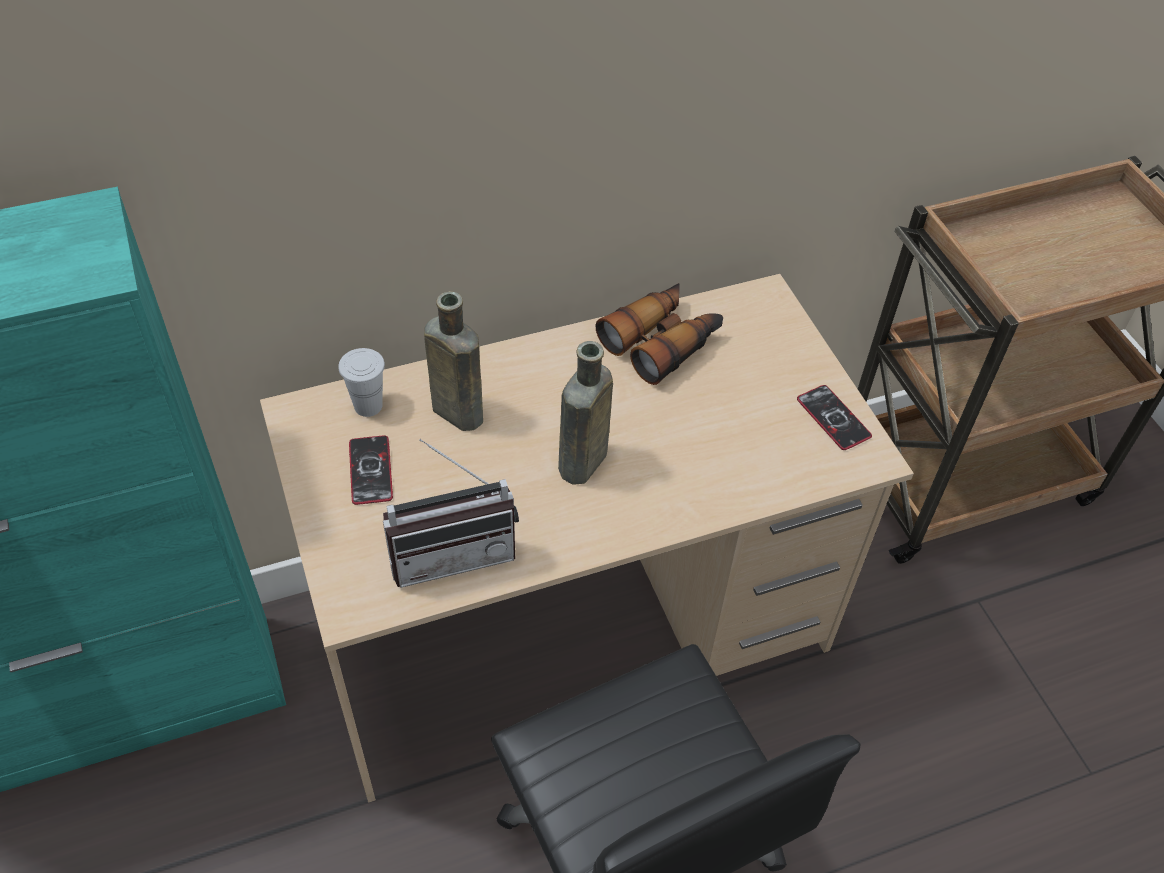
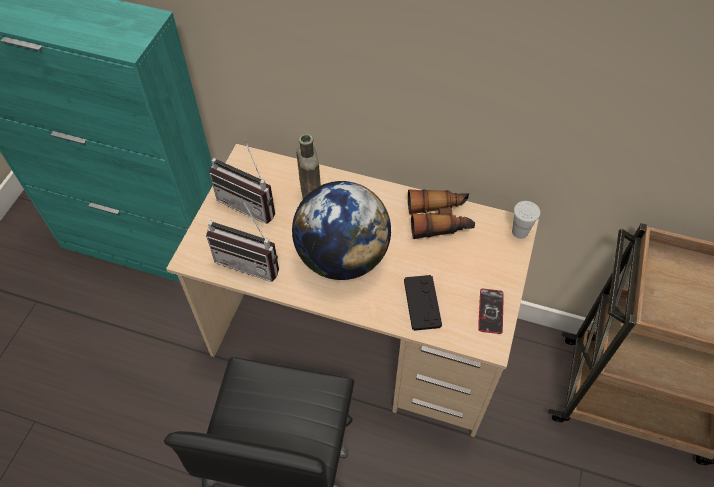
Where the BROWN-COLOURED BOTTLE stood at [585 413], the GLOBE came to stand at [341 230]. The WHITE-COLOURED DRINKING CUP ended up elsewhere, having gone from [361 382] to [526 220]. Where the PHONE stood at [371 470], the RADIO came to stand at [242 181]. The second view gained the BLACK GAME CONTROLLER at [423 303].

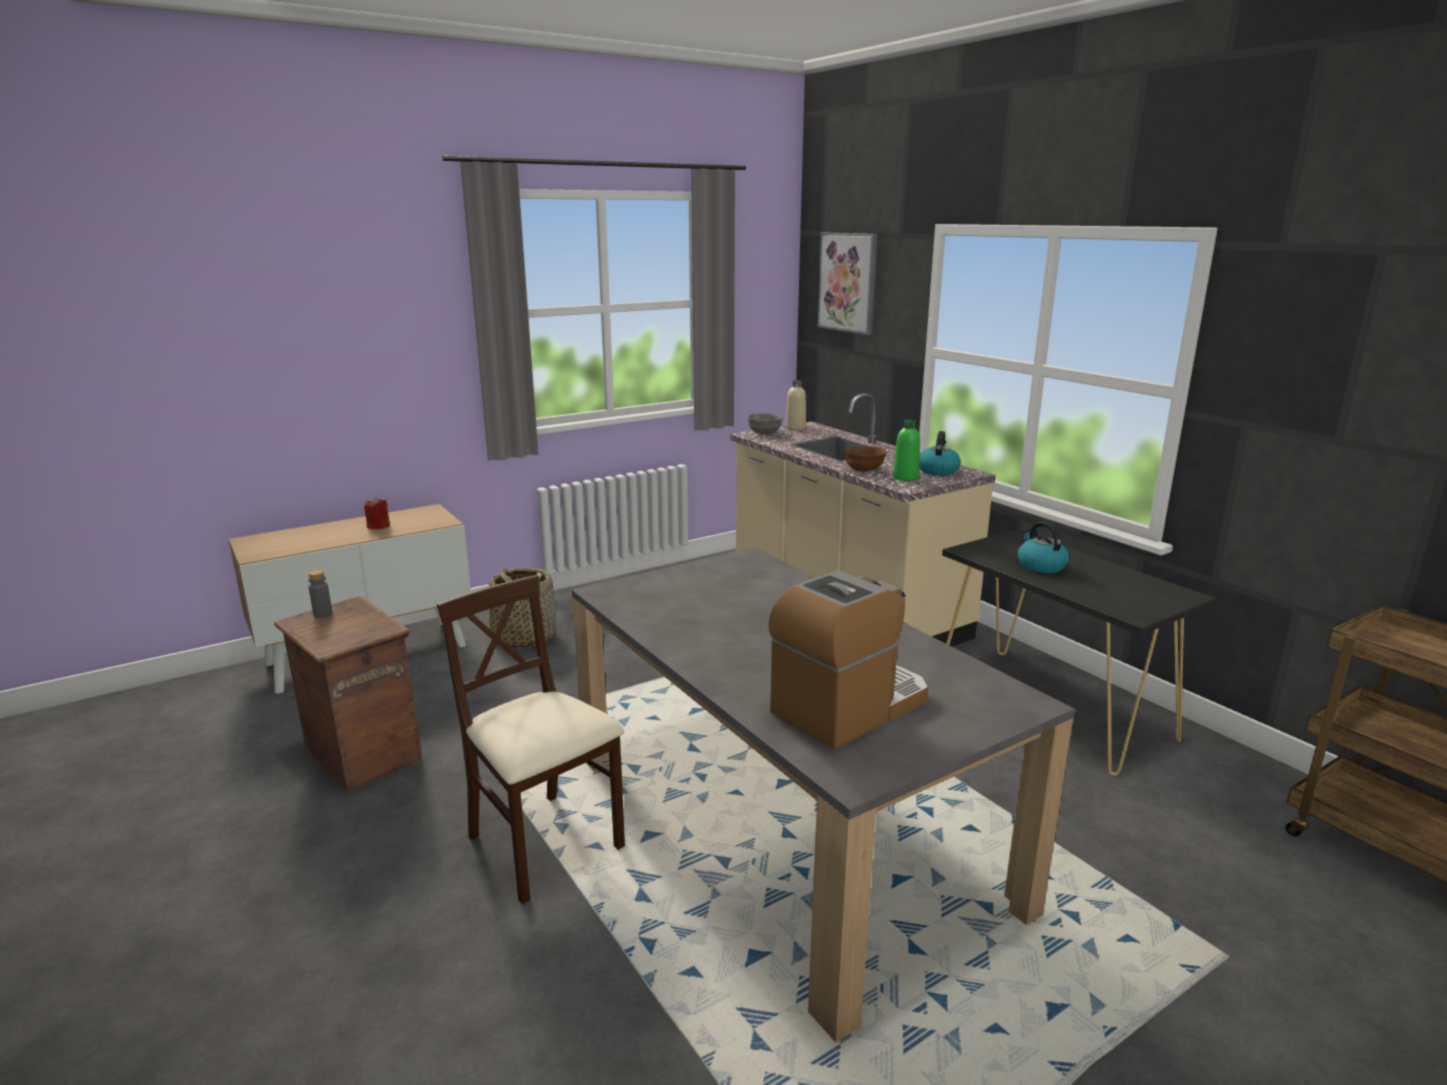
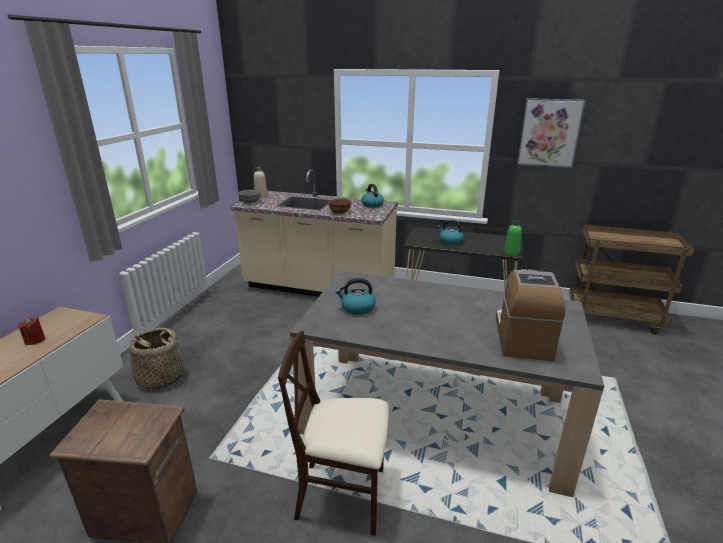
The PICTURE ended up elsewhere, having gone from [848 284] to [551 133]. The GREEN-COLOURED BOTTLE ended up elsewhere, having gone from [906 450] to [513 237]. The second view lost the GRAY BOTTLE at [320 594]. The second view gained the KETTLE at [356 296].

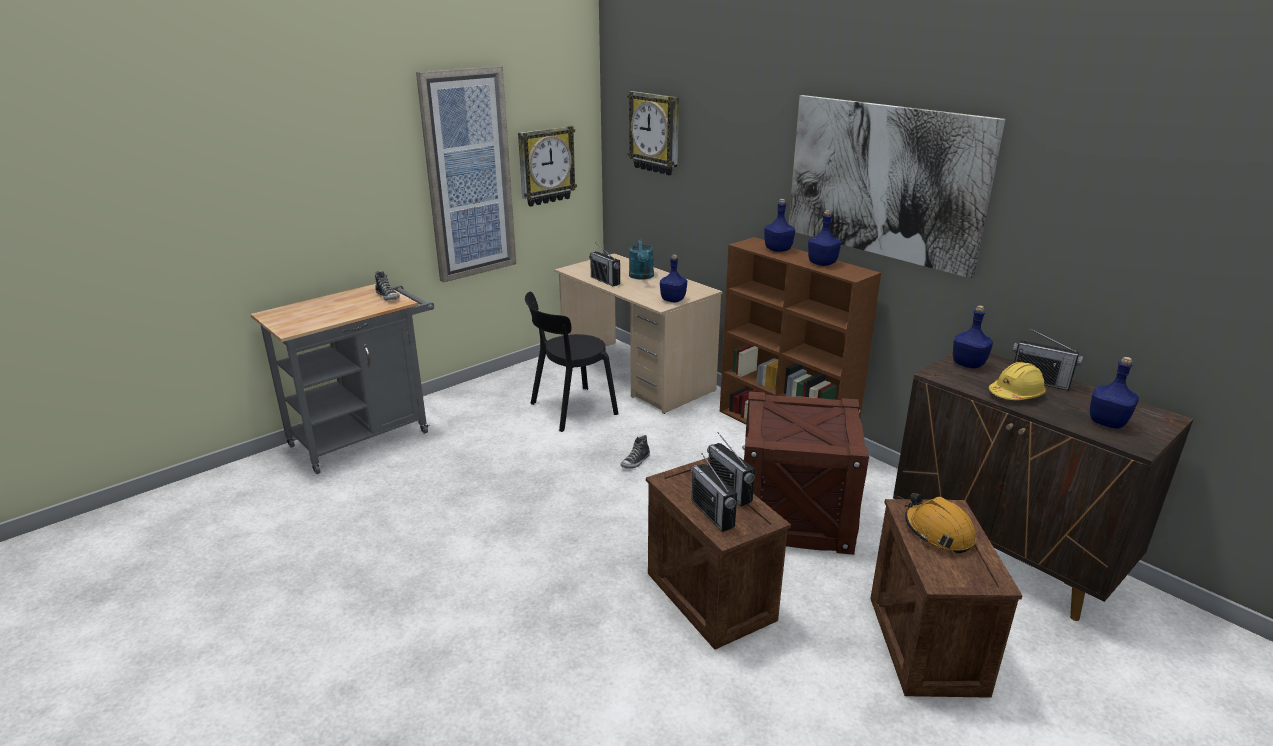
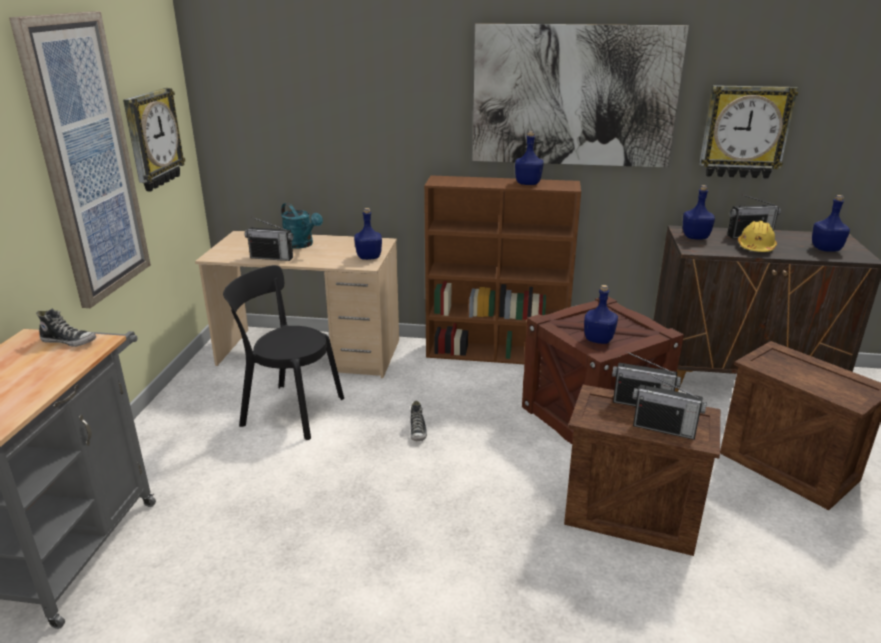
The HANGING CLOCK ended up elsewhere, having gone from [653 133] to [748 132]. The BLUISH BOTTLE ended up elsewhere, having gone from [779 225] to [601 314]. The BLACK CHAIR at [572 362] ended up facing another way, 90 degrees clockwise from before. The second view lost the ORANGE SAFETY HELMET at [940 523].

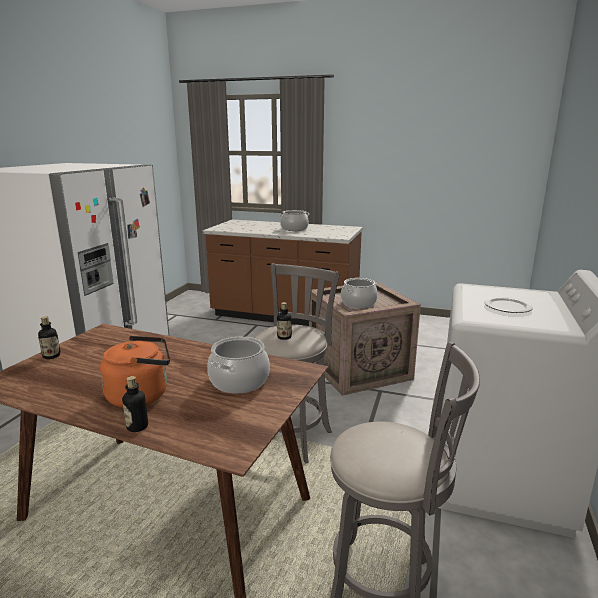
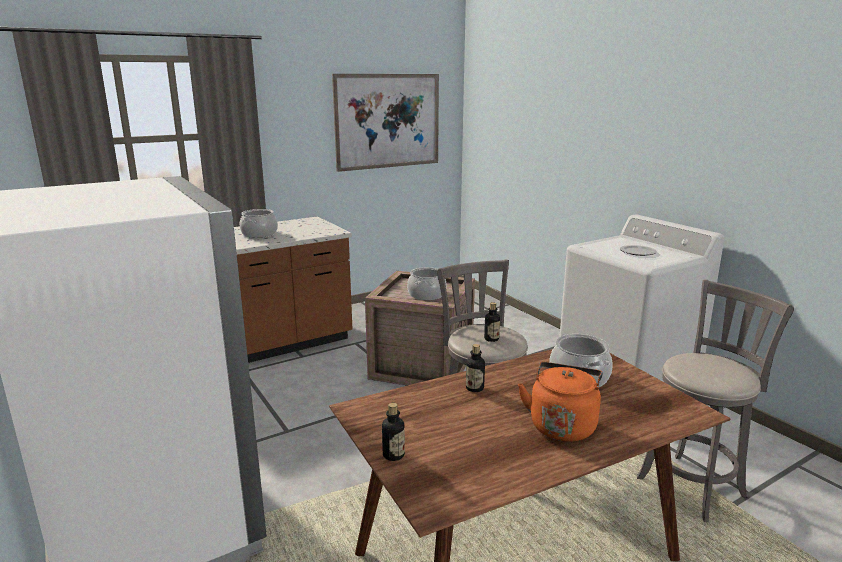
The BOTTLE ended up elsewhere, having gone from [135 404] to [475 368]. The second view gained the PICTURE at [385 123].

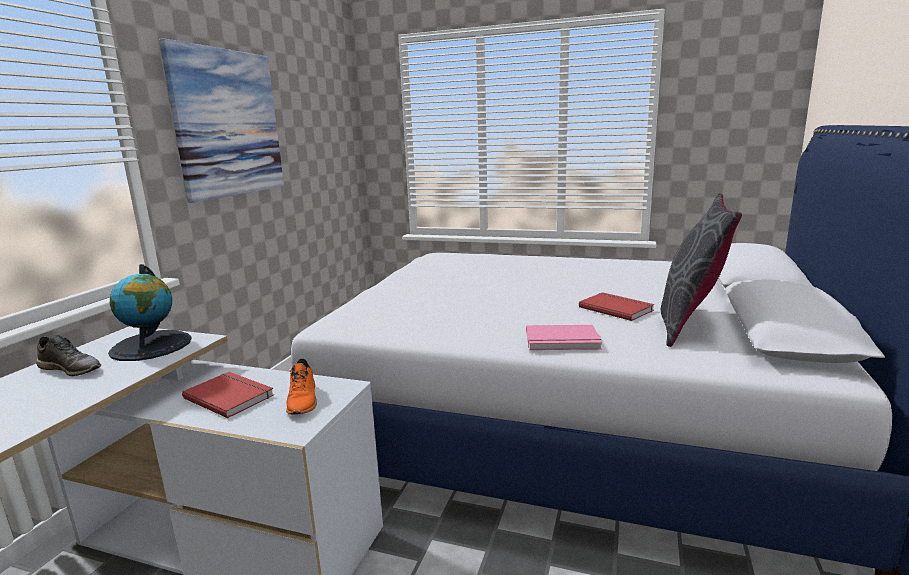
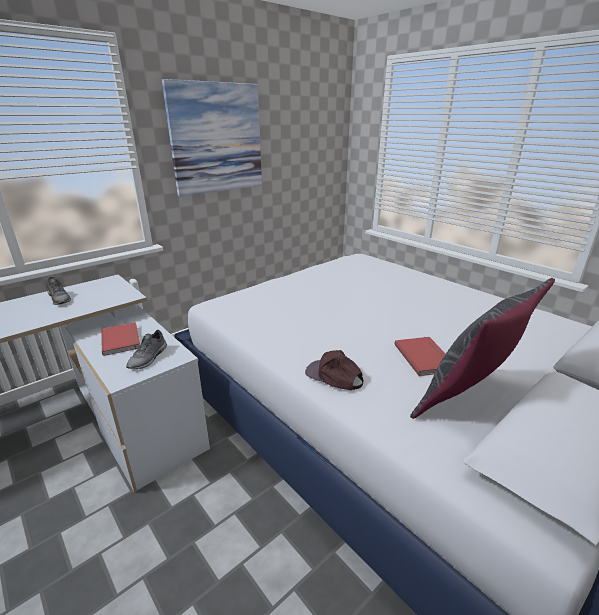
The second view lost the GLOBE at [150 312]. Where the PINK BOUND BOOK stood at [564 337], the BROWN-COLOURED CAP came to stand at [334 370]. What was the ORANGE ITEM OF FOOTWEAR at [301 386] turned into the GRAY ITEM OF FOOTWEAR at [146 349].

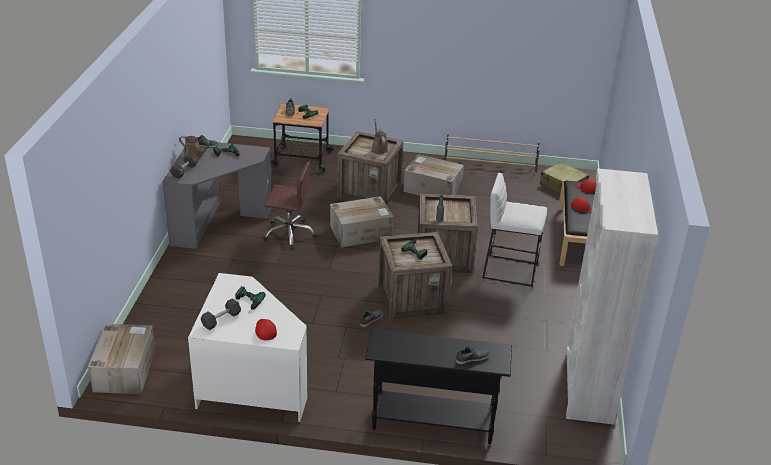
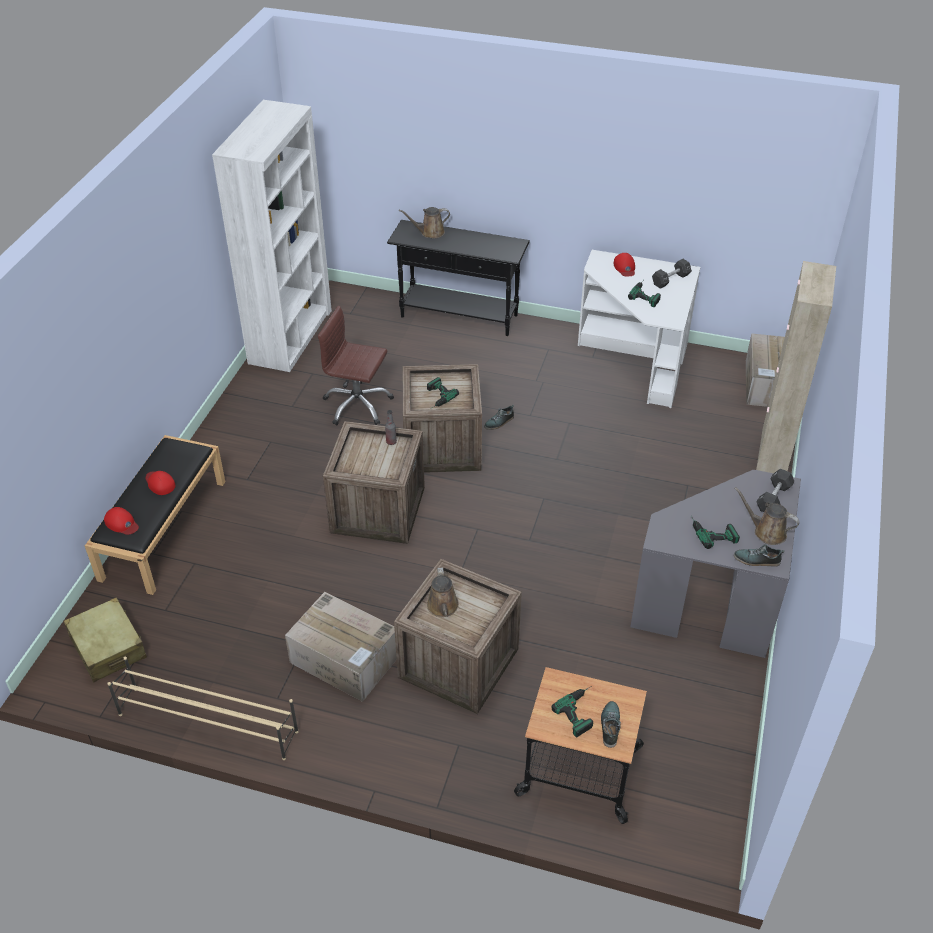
The BROWN-COLOURED OFFICE CHAIR ended up elsewhere, having gone from [290 205] to [356 366]. The second view lost the WHITE-COLOURED STOOL SEAT at [514 230]. The second view lost the CARTON at [362 221]. Where the ITEM OF FOOTWEAR stood at [473 355], the BROWN-COLOURED WATERING POT came to stand at [424 222]. The second view gained the SAND-COLOURED STORAGE CABINET at [796 367].

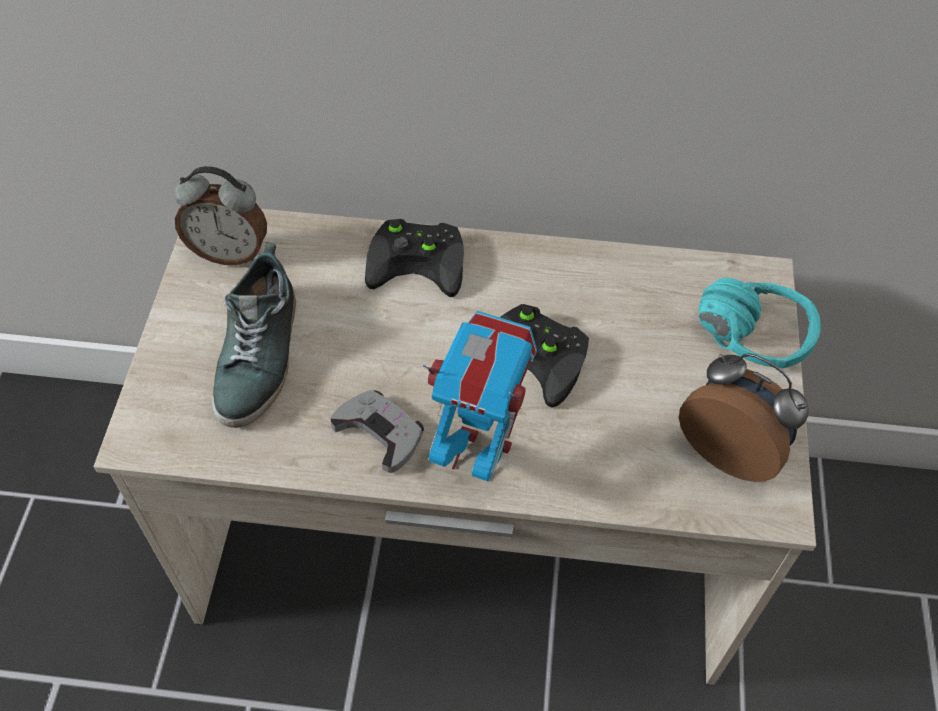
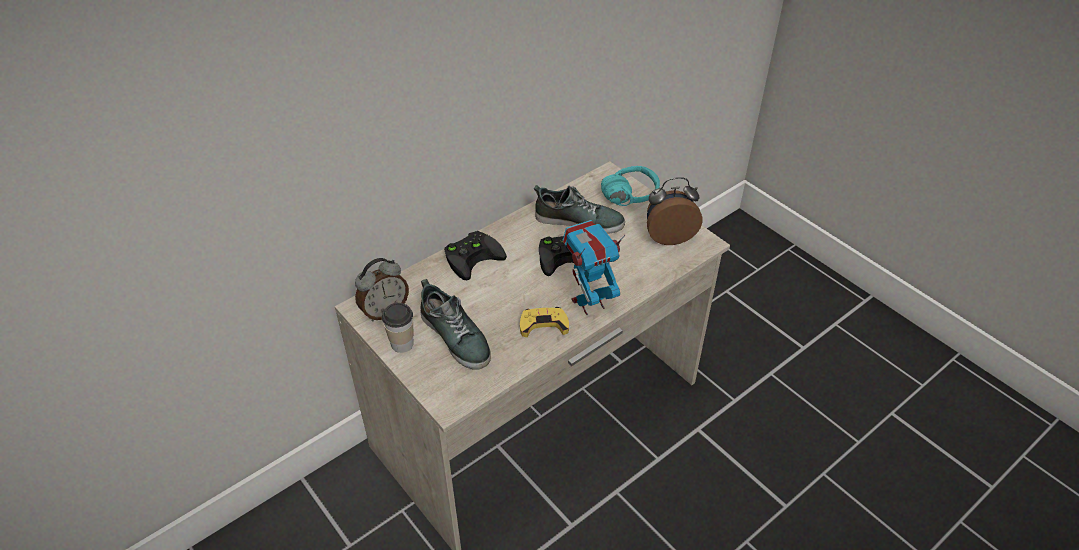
What was the GRAY GAME CONTROLLER at [377 431] turned into the YELLOW-COLOURED GAME CONTROLLER at [544 322]. The second view gained the ITEM OF FOOTWEAR at [579 209]. The second view gained the DRINKING CUP at [398 328].

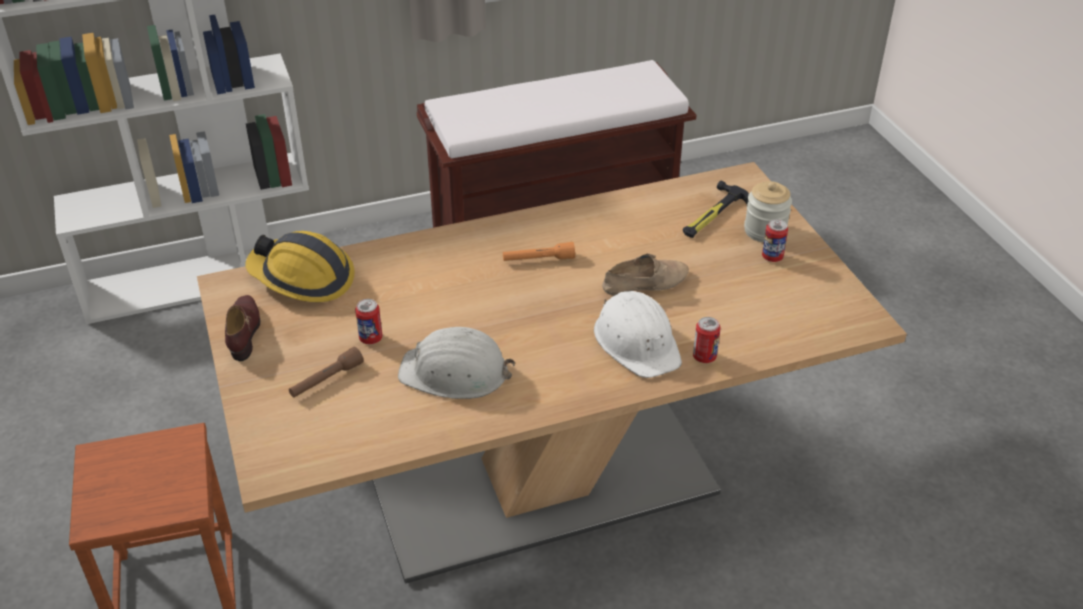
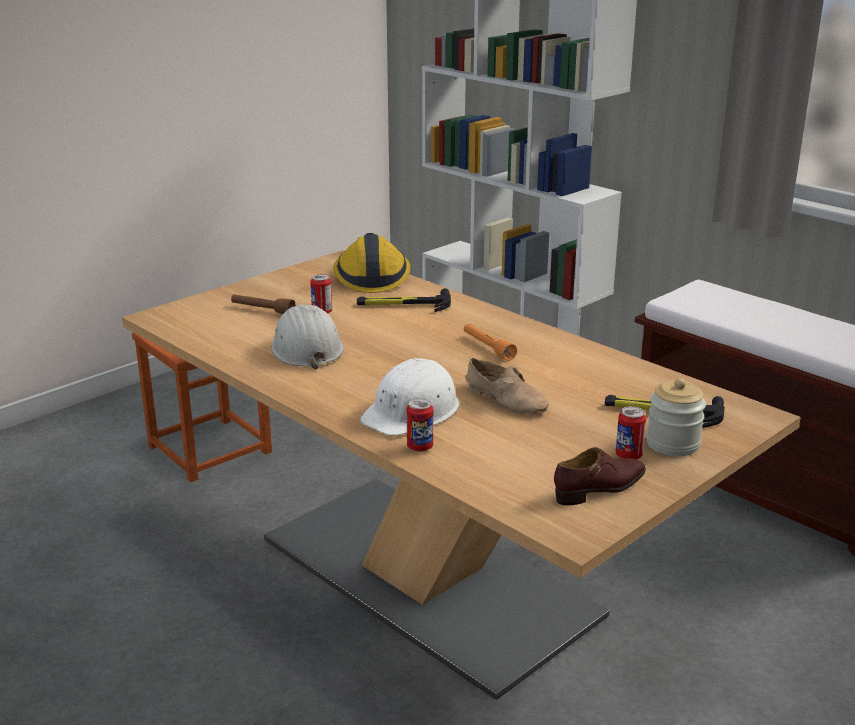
The BROWN-COLOURED ITEM OF FOOTWEAR ended up elsewhere, having gone from [243 328] to [600 476]. The second view gained the TOOL HAMMER at [404 300].

